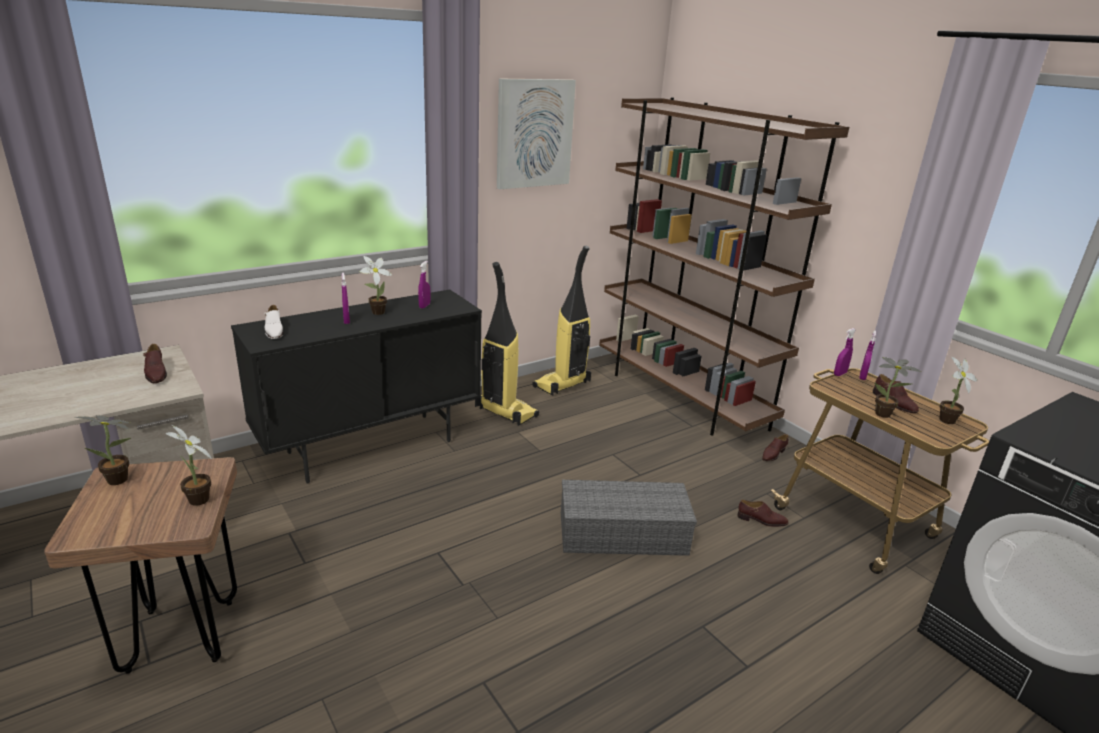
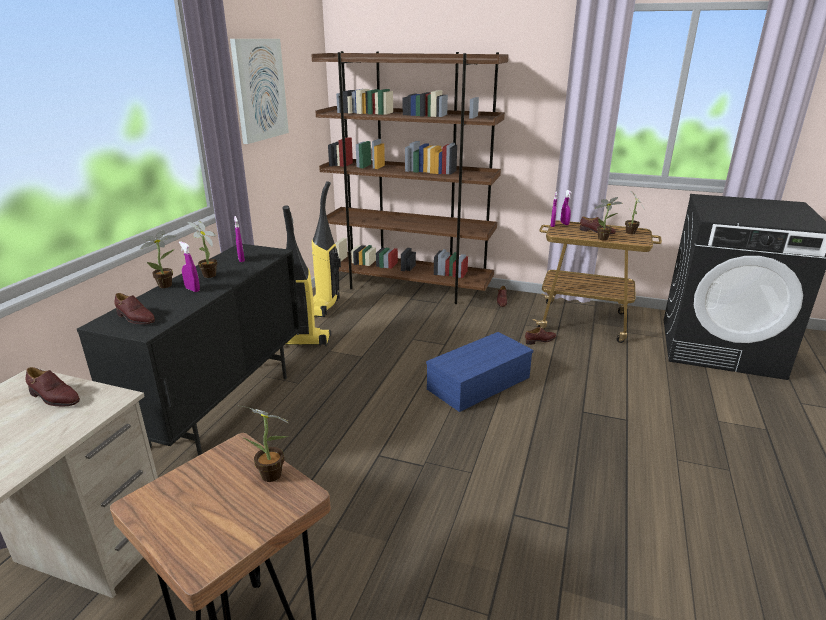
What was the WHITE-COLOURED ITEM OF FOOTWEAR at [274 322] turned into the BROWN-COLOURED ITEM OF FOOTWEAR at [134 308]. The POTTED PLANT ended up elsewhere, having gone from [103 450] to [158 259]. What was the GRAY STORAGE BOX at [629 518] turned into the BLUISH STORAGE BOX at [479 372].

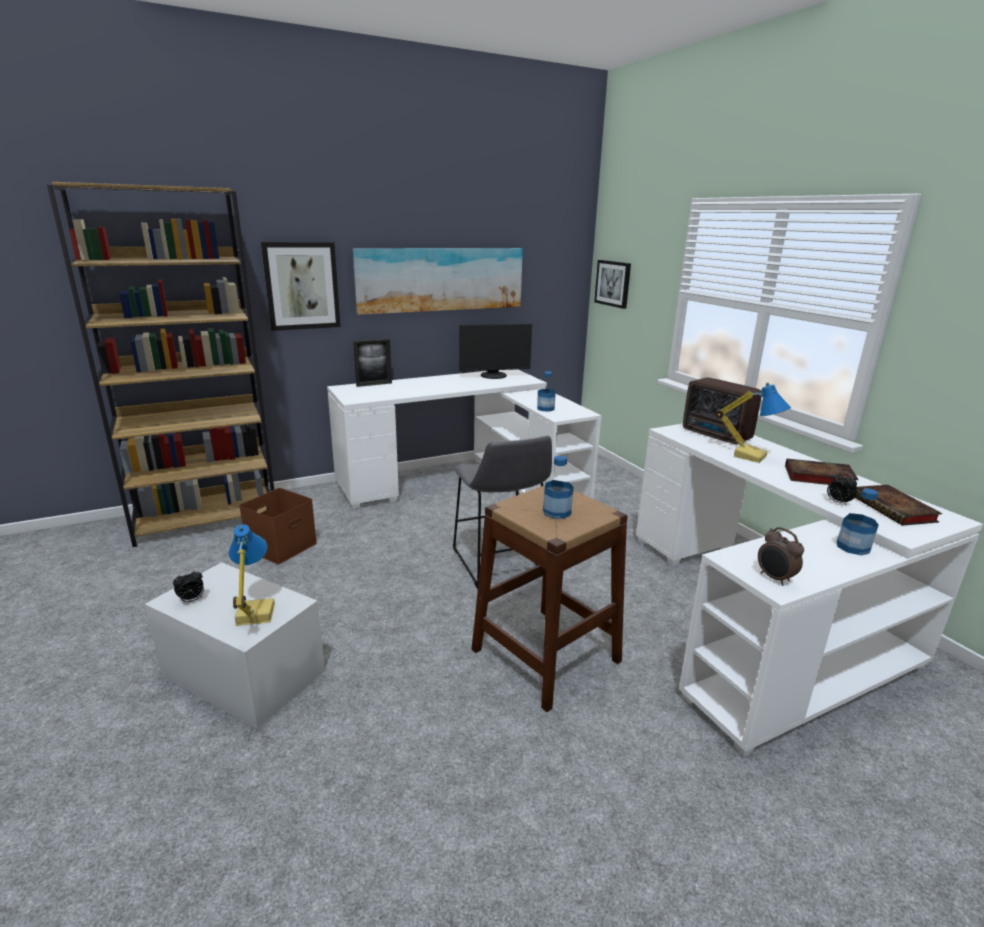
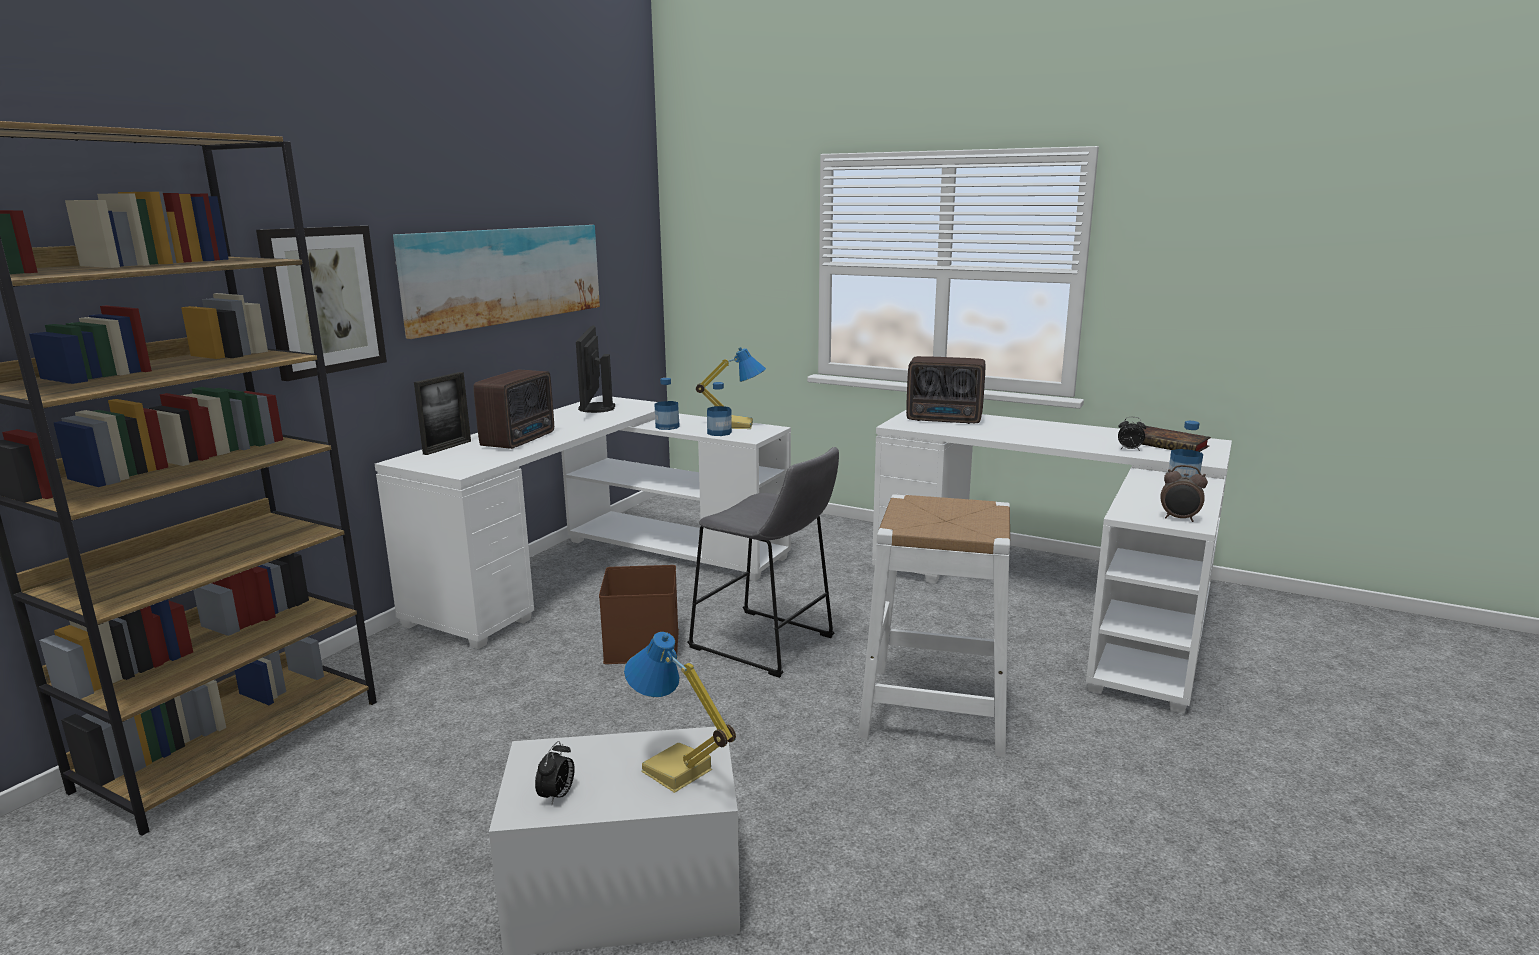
The second view lost the PICTURE at [612 284]. The COMPUTER SCREEN at [495 351] ended up facing another way, 135 degrees clockwise from before. The LAMP FOR A TABLE ended up elsewhere, having gone from [753 423] to [731 388]. The BOTTLE ended up elsewhere, having gone from [558 486] to [667 404]. The second view lost the BOUND BOOK at [822 472]. What was the BROWN-COLOURED STOOL SEAT at [549 599] turned into the WHITE-COLOURED STOOL SEAT at [934 625]. The BROWN-COLOURED STORAGE BOX ended up elsewhere, having gone from [278 526] to [639 614]. The second view gained the RADIO at [514 409].

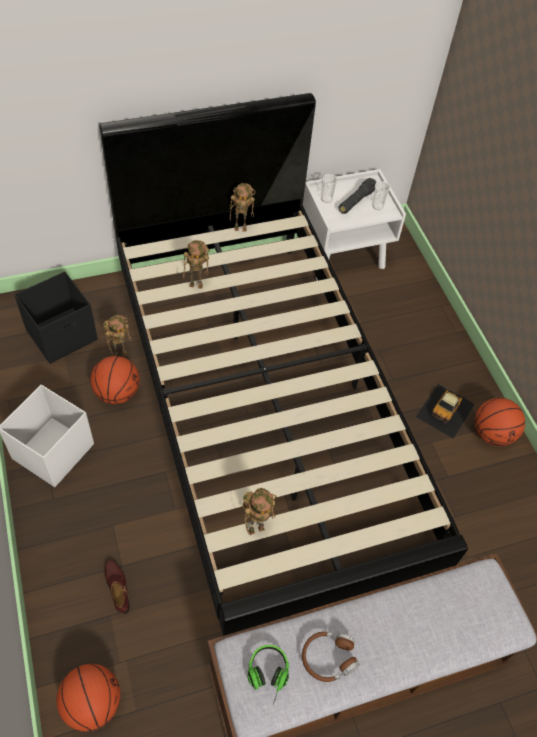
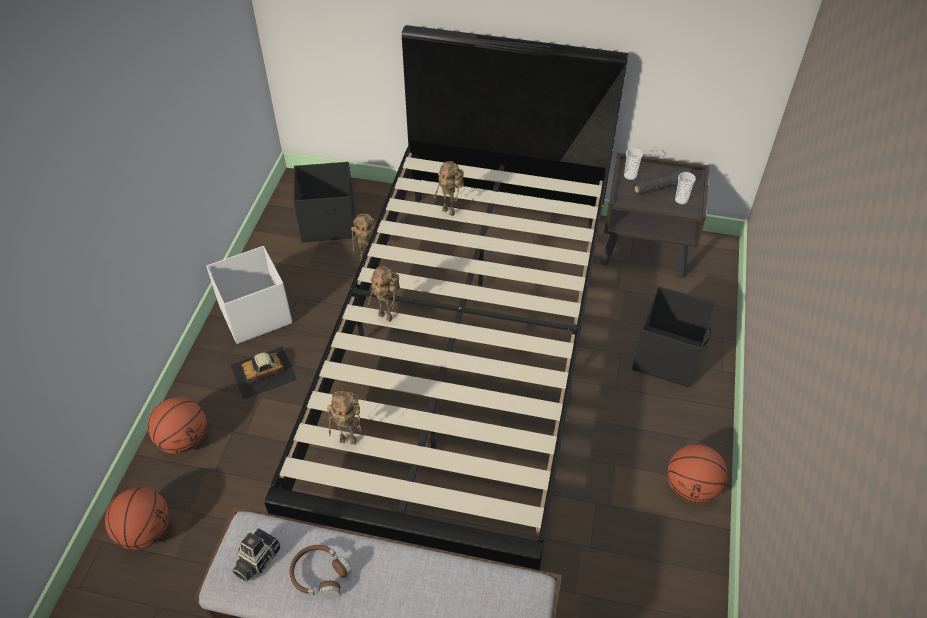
What was the WHITE-COLOURED NIGHTSTAND at [354 225] turned into the BROWN-COLOURED NIGHTSTAND at [655 215]. The TOY ROBOT ended up elsewhere, having gone from [243 207] to [384 294]. The BALL FOR BASKETBALL ended up elsewhere, having gone from [115 380] to [177 425]. The TOY CAR ended up elsewhere, having gone from [445 411] to [263 373]. The second view lost the BROWN-COLOURED ITEM OF FOOTWEAR at [117 587]. Where the HEADPHONES stood at [268 675], the STILL CAMERA came to stand at [256 555]. The second view gained the BLACK STORAGE BOX at [674 337].

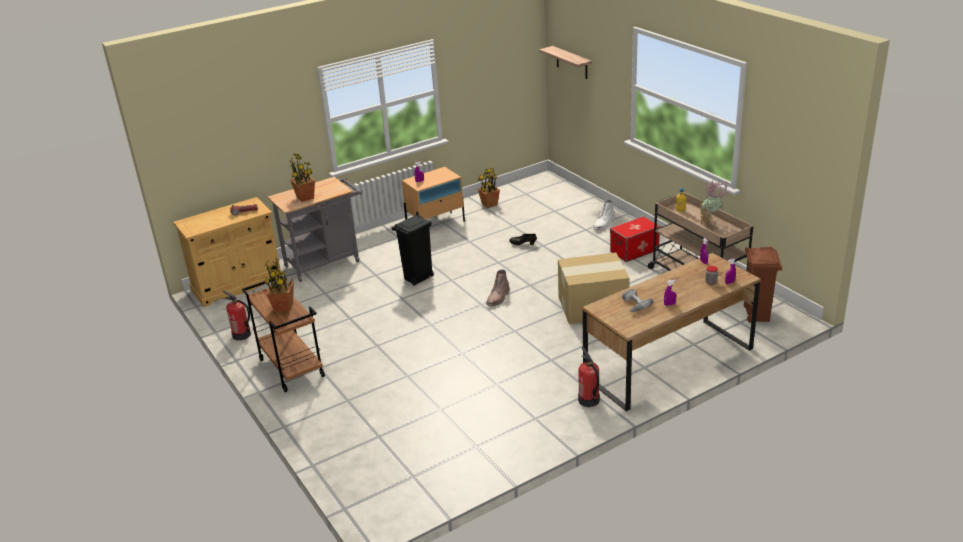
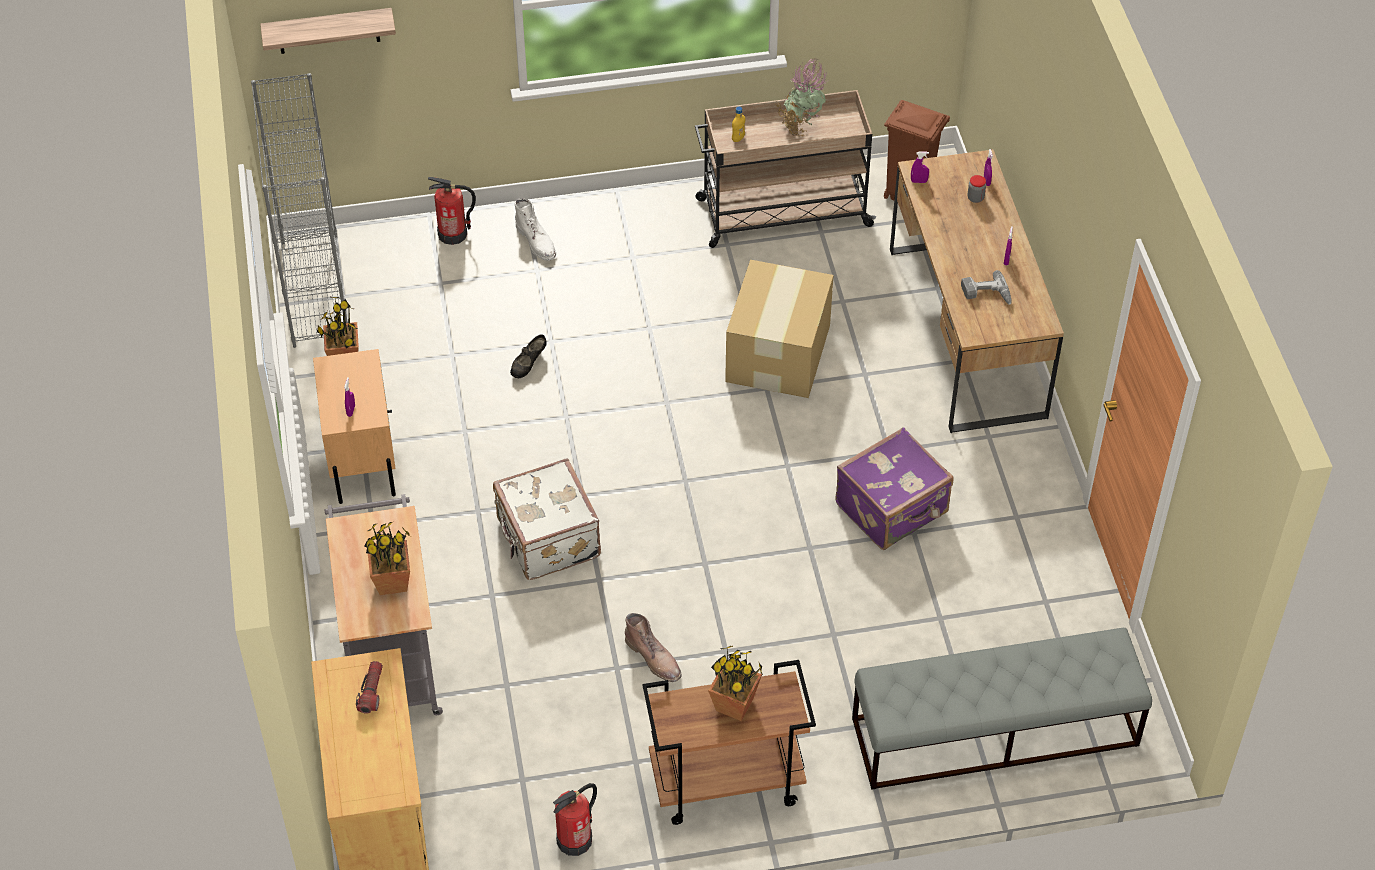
Where the BLACK WASTE BIN stood at [413 250], the WHITE-COLOURED TRAVEL CASE came to stand at [547 519]. The second view lost the STORAGE BOX at [635 239]. The BROWN-COLOURED BOOT ended up elsewhere, having gone from [498 287] to [653 647]. The EXTINGUISHER ended up elsewhere, having gone from [589 377] to [452 211]. The second view gained the GRAY BOOKCASE at [299 210]. The second view gained the PURPLISH TRAVEL CASE at [894 488]. The second view gained the GRAY BENCH at [1002 709].

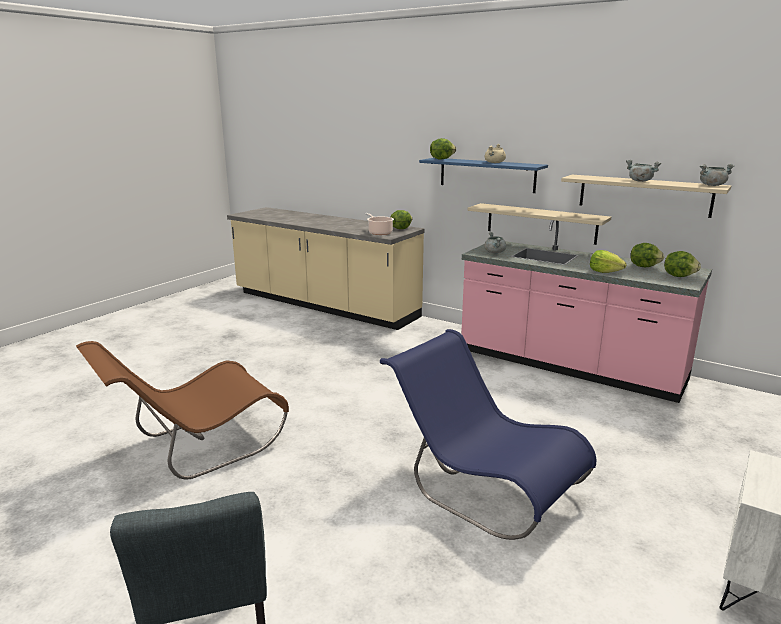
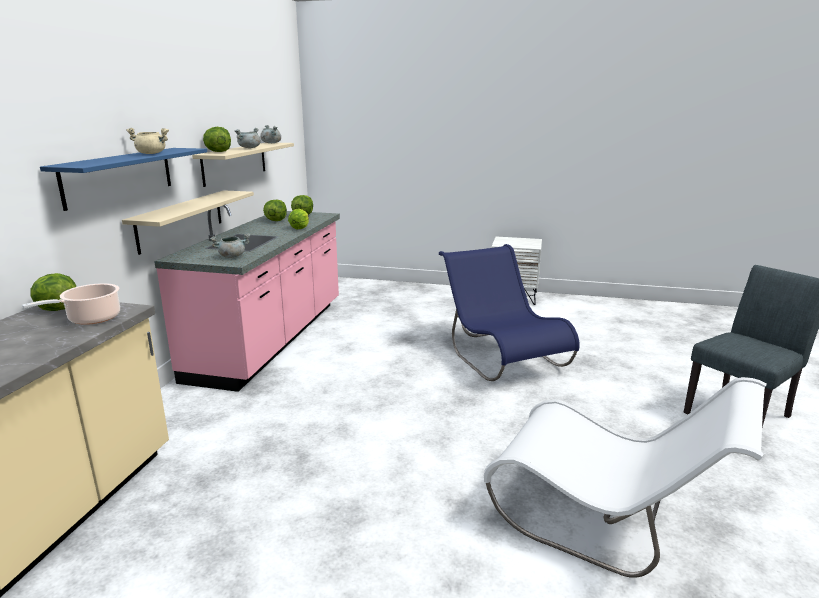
The LETTUCE HEAD ended up elsewhere, having gone from [443 149] to [217 139]. The BLUISH CHAIR at [488 434] ended up facing another way, 135 degrees clockwise from before. What was the BROWN-COLOURED CHAIR at [182 410] turned into the WHITE-COLOURED CHAIR at [625 477].

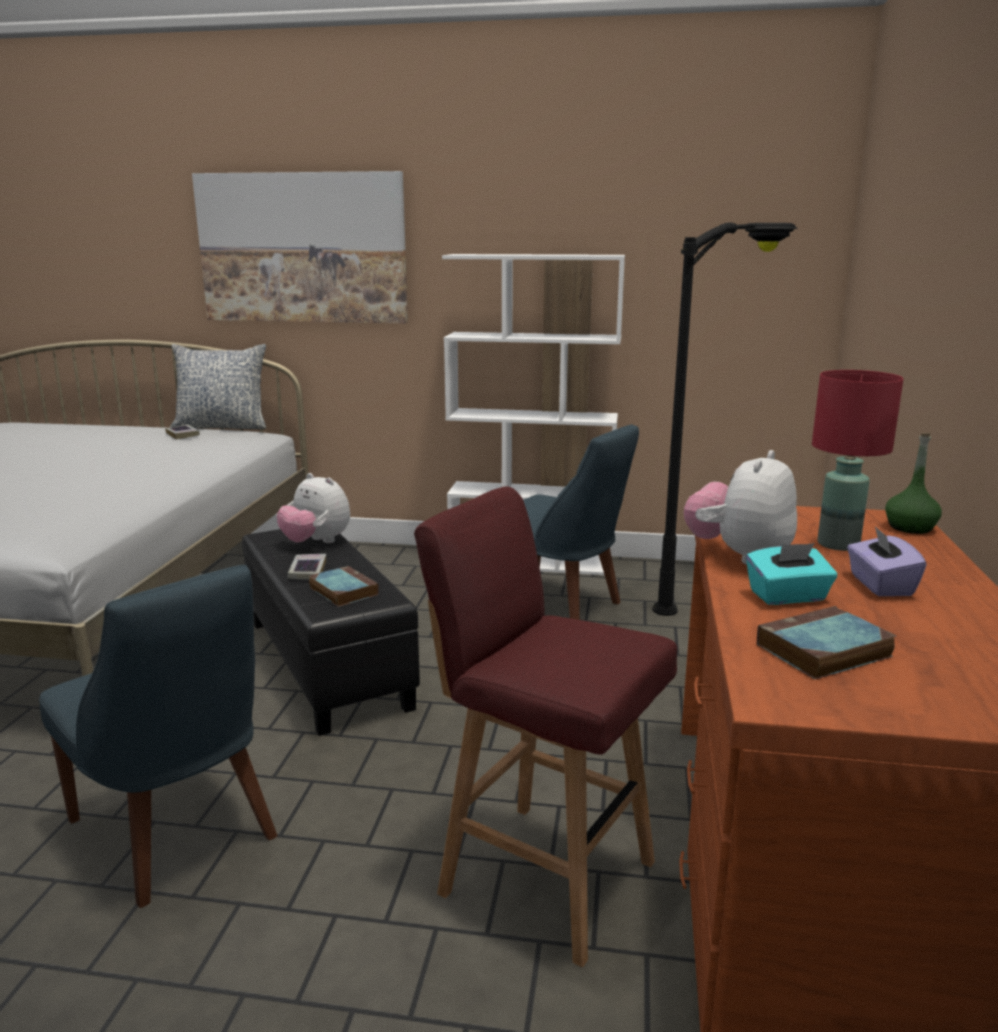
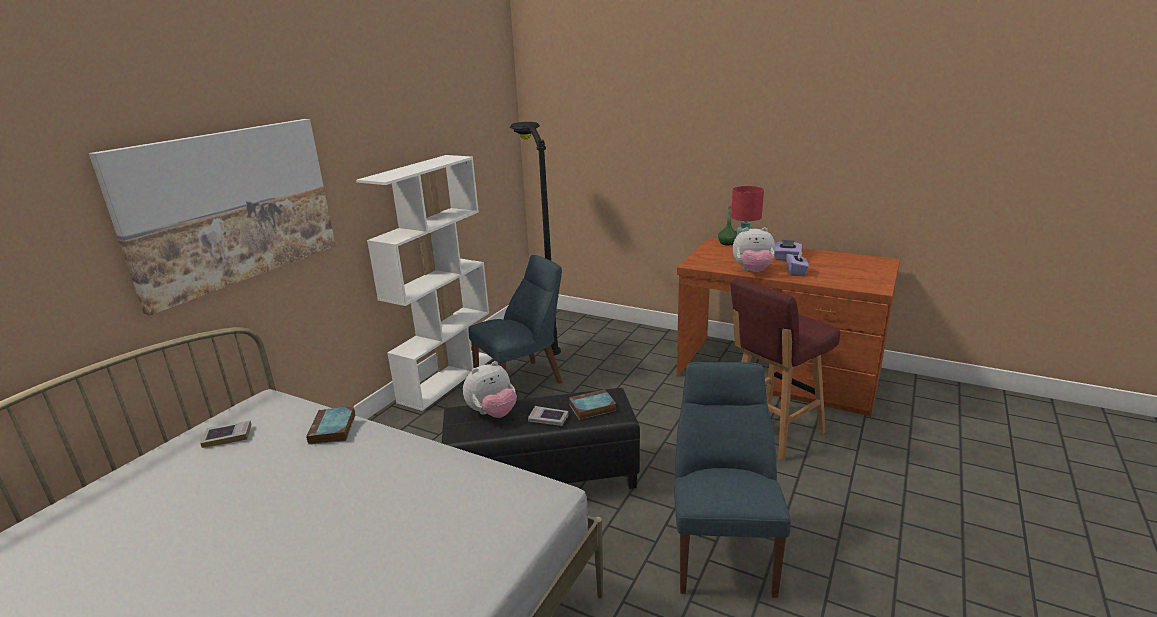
The second view lost the PILLOW at [218 386]. The PLUSH TOY at [740 507] ended up facing another way, 45 degrees counterclockwise from before. What was the TURQUOISE-COLOURED BOX OF TISSUES at [791 574] turned into the PURPLISH BOX OF TISSUES at [797 263]. The BLUISH CHAIR at [158 736] ended up facing another way, 60 degrees counterclockwise from before. The BOUND BOOK ended up elsewhere, having gone from [826 642] to [330 425].

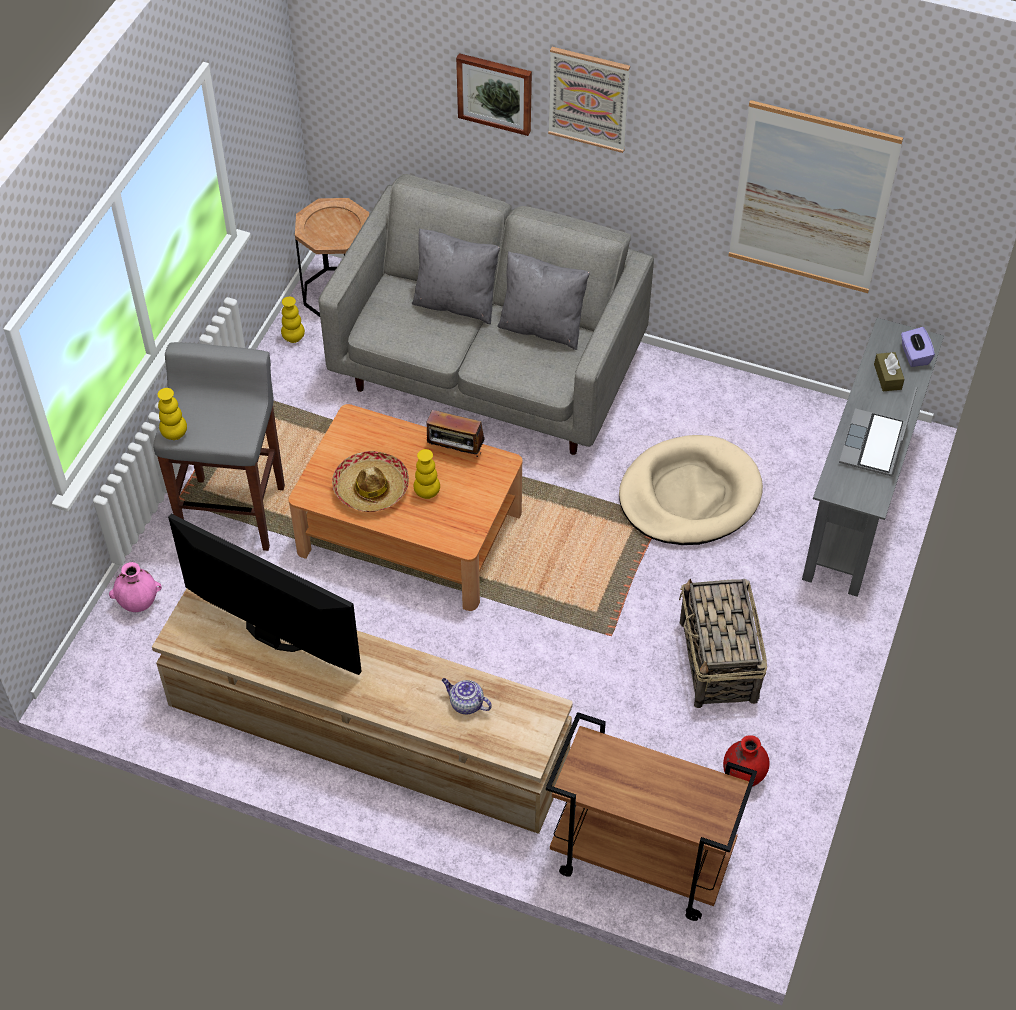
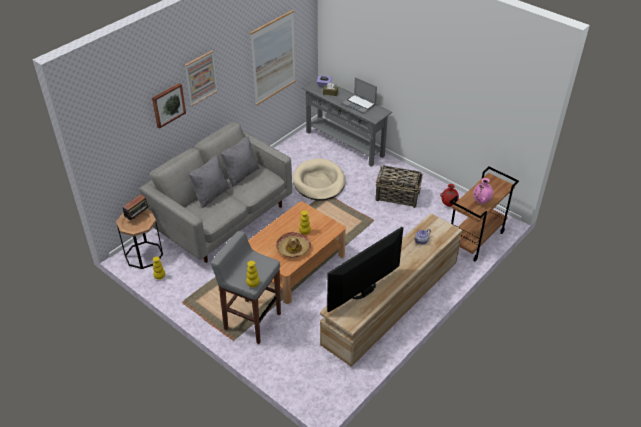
The RADIO ended up elsewhere, having gone from [456 433] to [135 207]. The PINK FLOWER VASE ended up elsewhere, having gone from [135 587] to [483 191].

